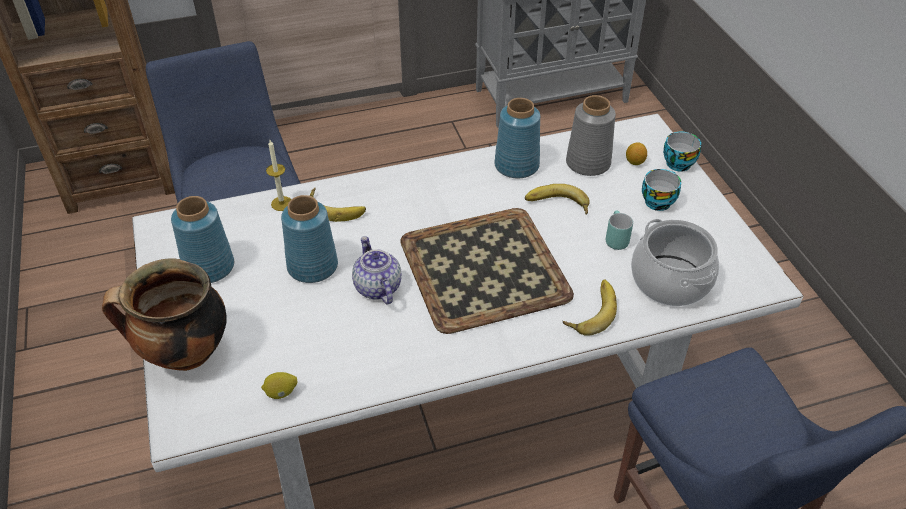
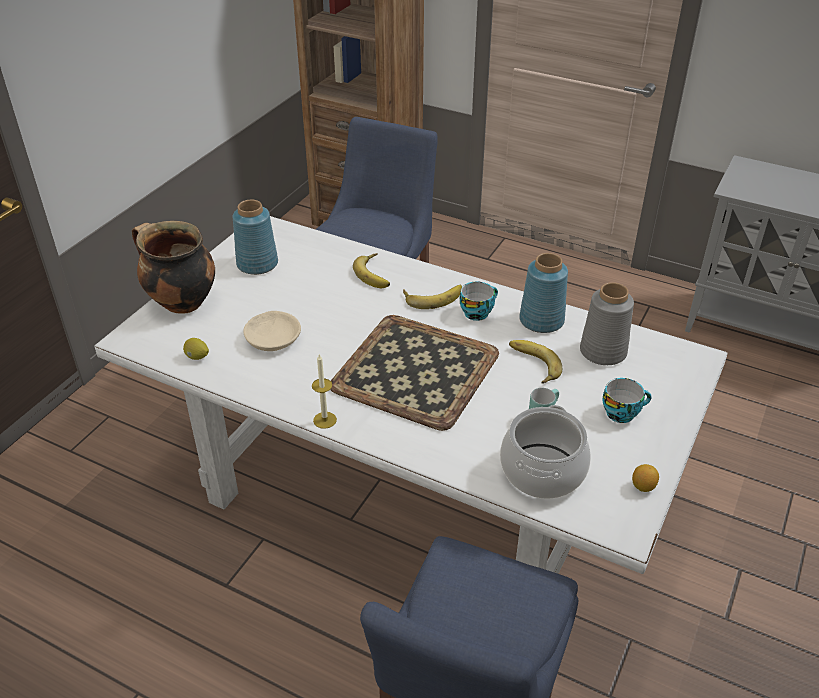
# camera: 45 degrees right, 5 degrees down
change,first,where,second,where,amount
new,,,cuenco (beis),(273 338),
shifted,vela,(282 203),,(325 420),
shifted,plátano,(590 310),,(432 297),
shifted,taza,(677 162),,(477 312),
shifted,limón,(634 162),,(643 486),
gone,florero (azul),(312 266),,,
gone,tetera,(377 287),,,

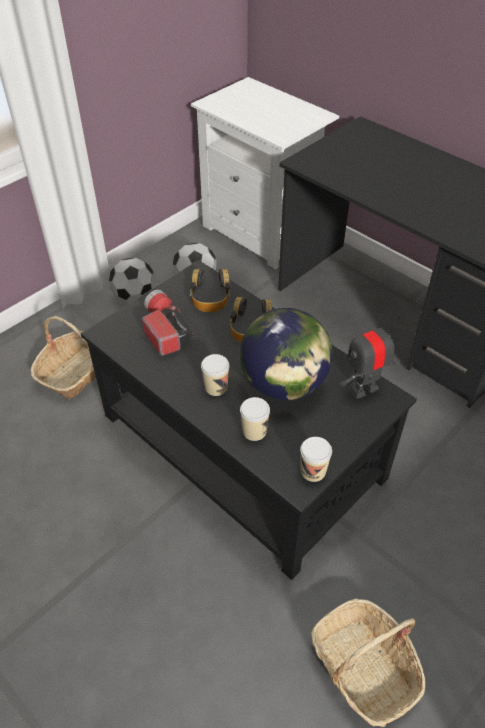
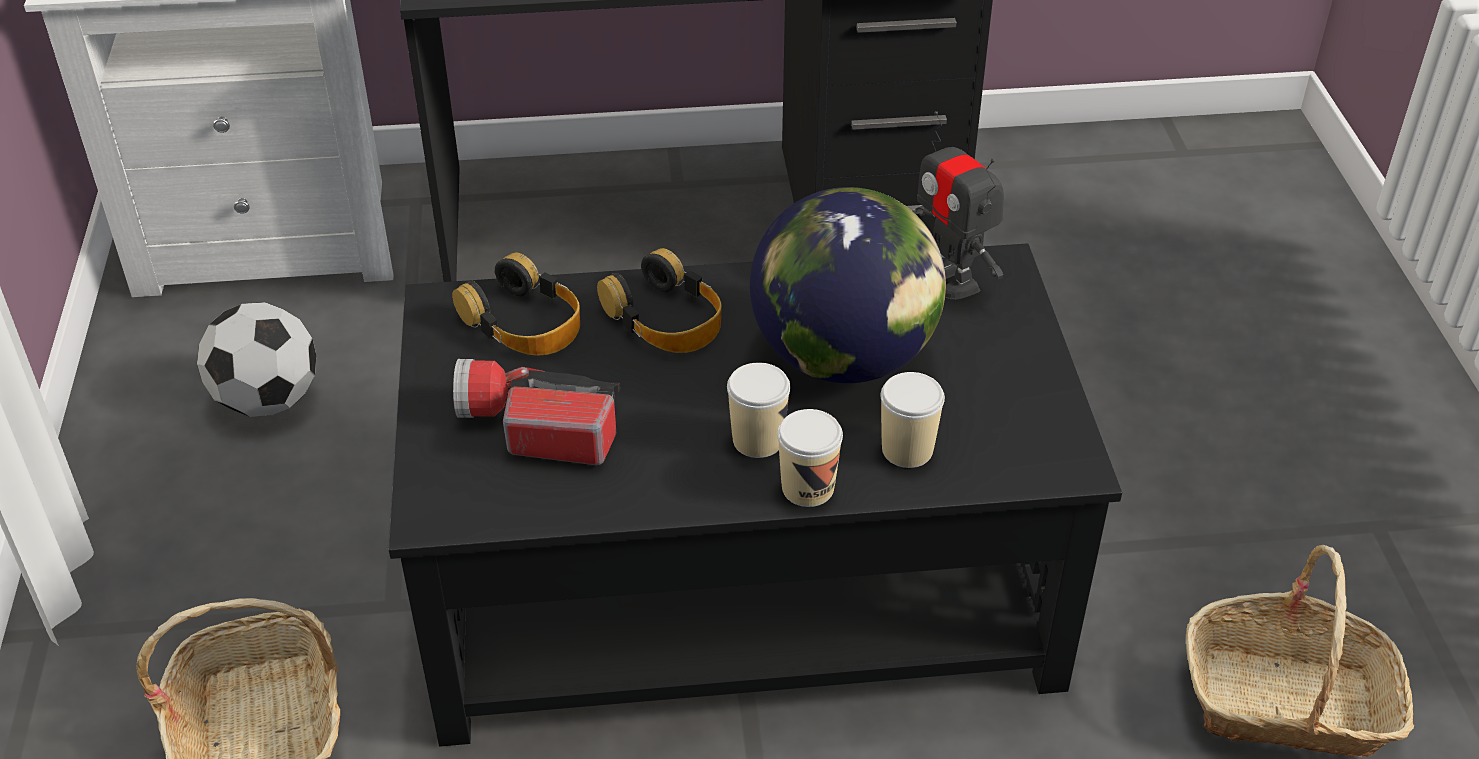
# camera: 50 degrees left, 5 degrees down
change,first,where,second,where,amount
shifted,taza,(313 471),,(807 488),
rotated,robot de juguete,(363 389),,(951 281),45 degrees counterclockwise
gone,balón de fútbol,(134 297),,,

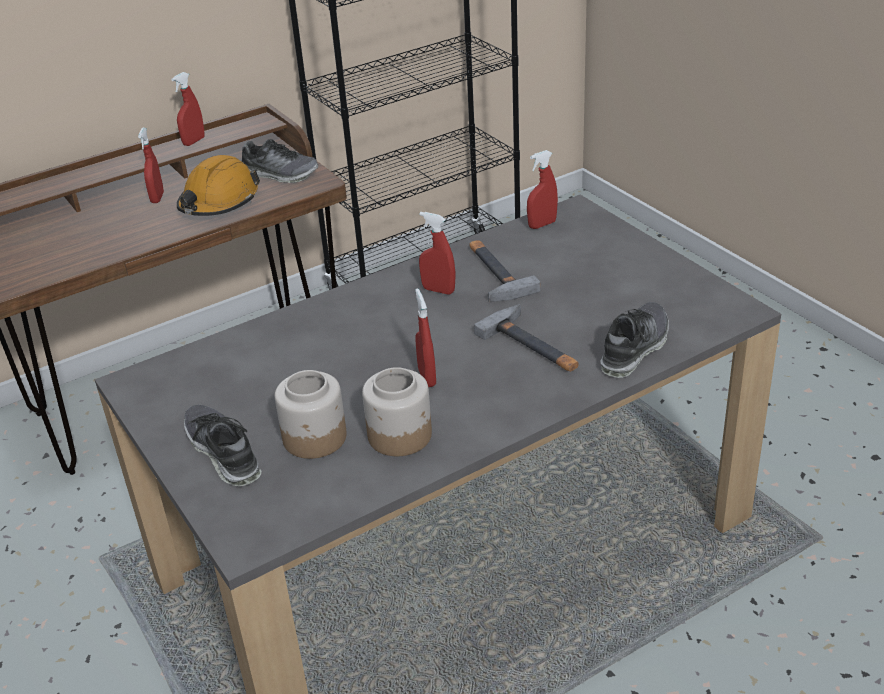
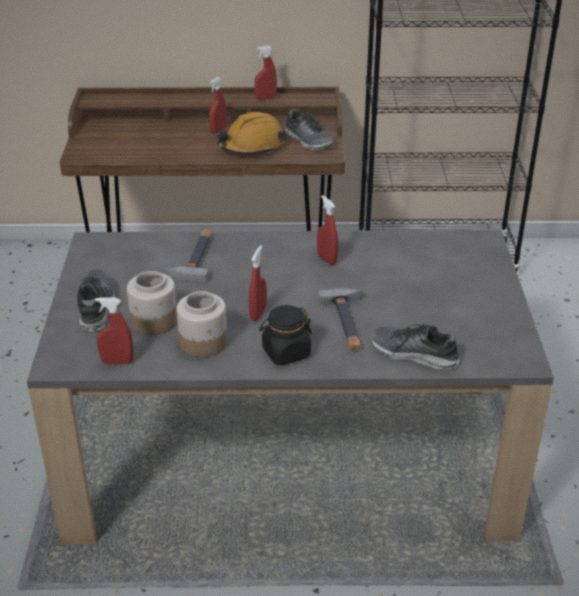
# camera: 30 degrees right, 0 degrees up
change,first,where,second,where,amount
shifted,pulverizador (rojo),(542 224),,(117 362),
shifted,martillo,(493 273),,(195 257),
new,,,tarro (negro),(286 352),
rotated,zapato,(634 349),,(414 354),135 degrees counterclockwise

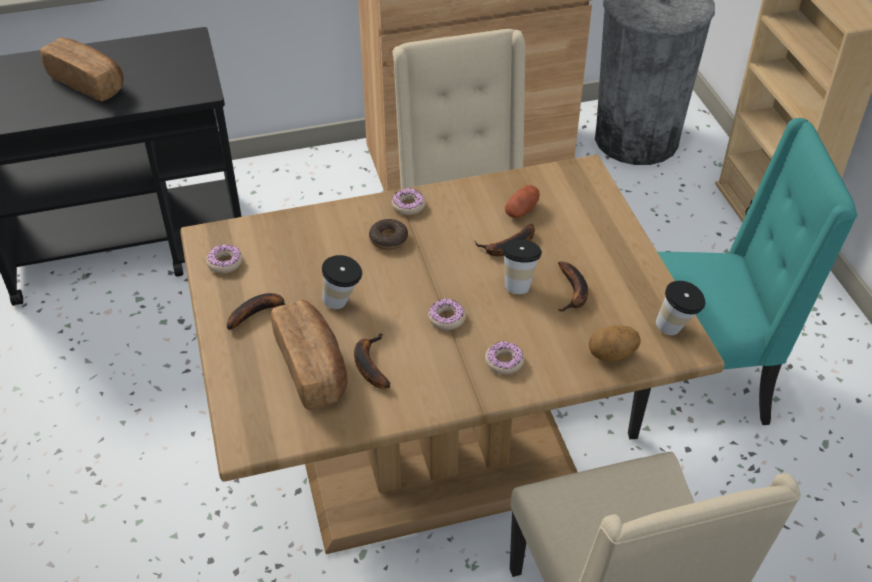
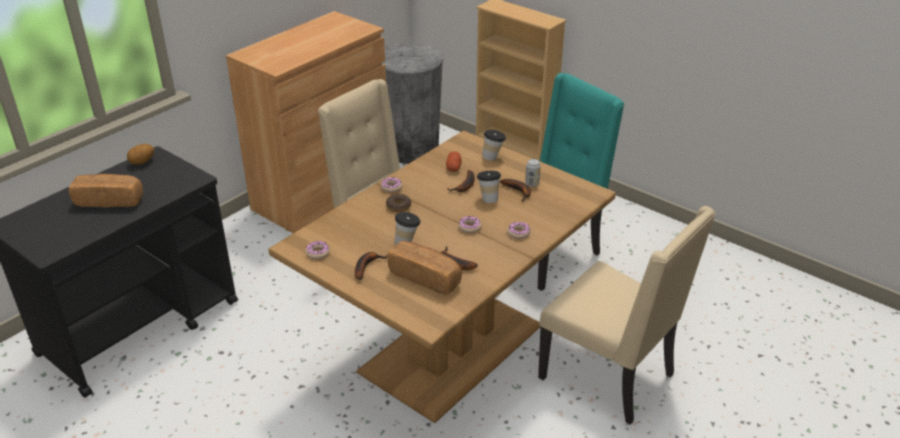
# camera: 35 degrees left, 10 degrees down
change,first,where,second,where,amount
shifted,patata,(612 355),,(142 162),
shifted,taza,(676 328),,(493 157),
new,,,lata,(532 183),

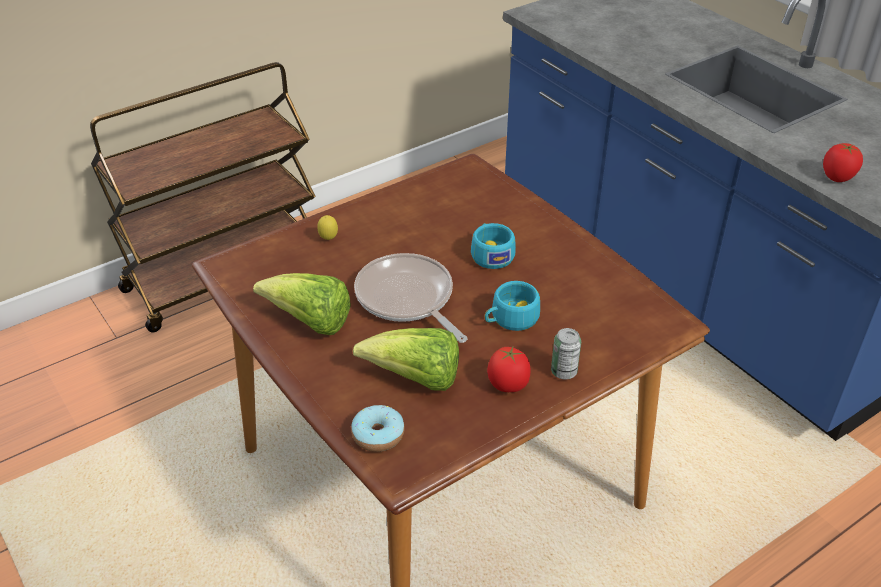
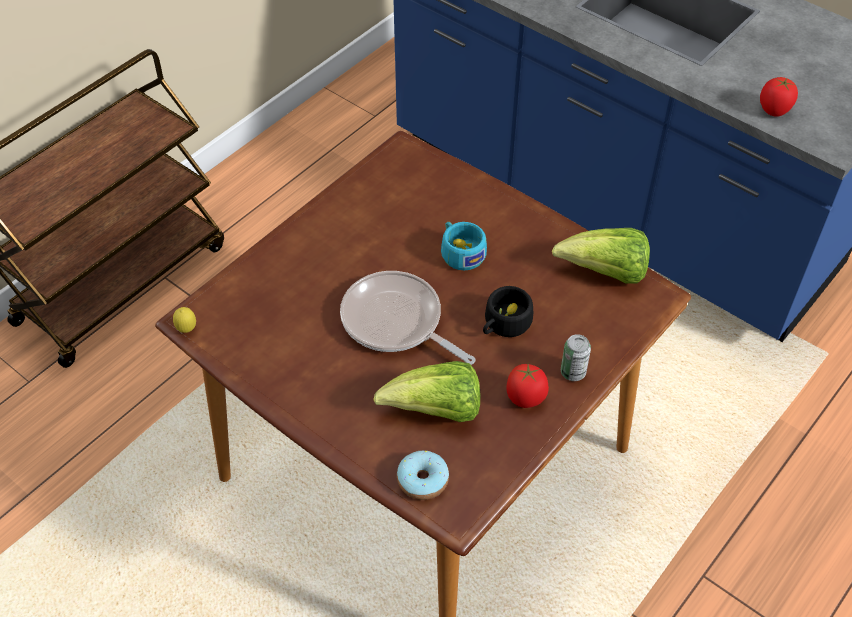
# camera: 15 degrees left, 10 degrees up
change,first,where,second,where,amount
shifted,limón,(328 239),,(187 330),
repainted,taza (turquesa),(510 319),taza (negro),(504 324),
shifted,lechuga,(310 322),,(605 273),

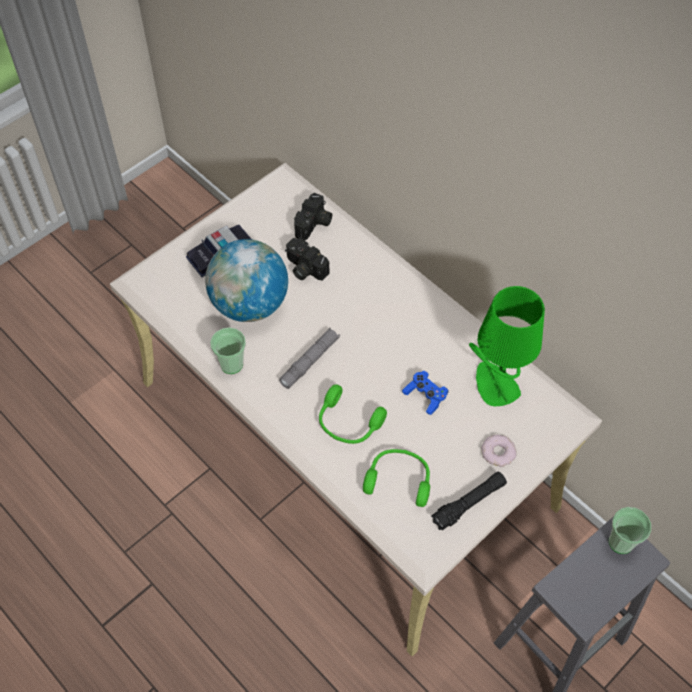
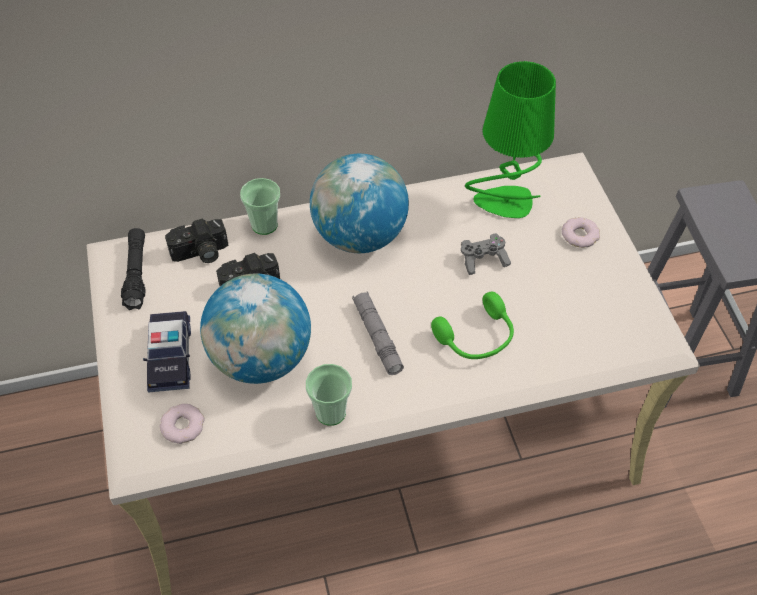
# camera: 60 degrees left, 5 degrees down
change,first,where,second,where,amount
shifted,linterna (negro),(469 503),,(136 274),
new,,,rosquilla,(183 426),
rotated,cámara,(314 225),,(200 253),105 degrees clockwise
shifted,taza,(621 542),,(264 225),
new,,,globo terráqueo,(359 236),
repainted,mando de consola (azul),(425 396),mando de consola (gris),(483 260),
gone,auriculares (verde),(399 479),,,

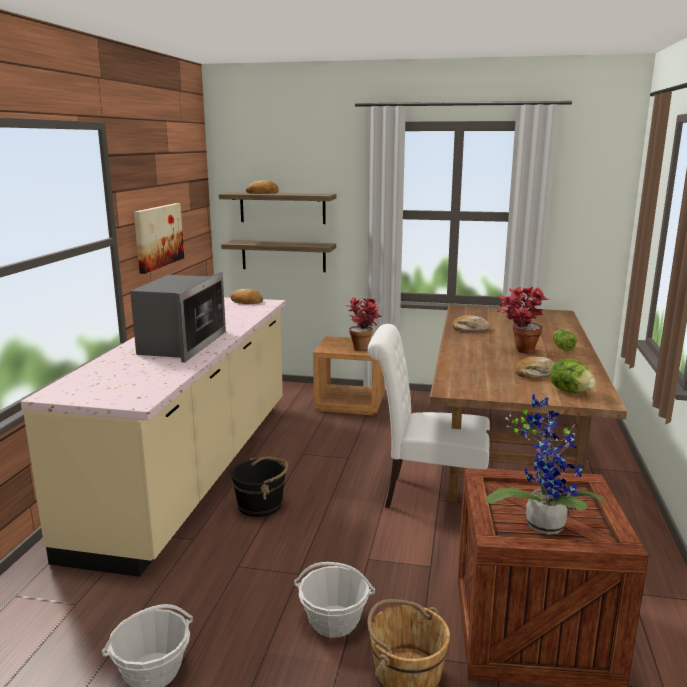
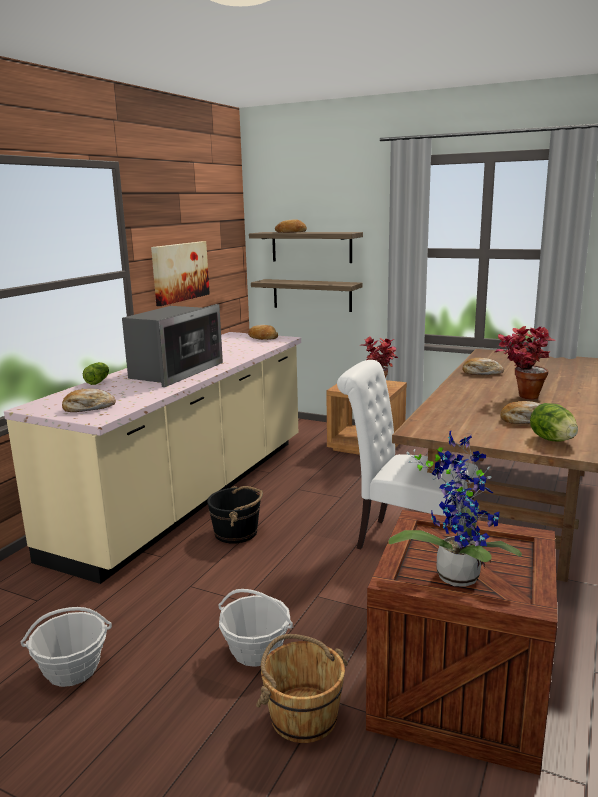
# camera: 15 degrees right, 0 degrees up
change,first,where,second,where,amount
new,,,pan,(88 408),
shifted,lechuga,(562 347),,(98 381),

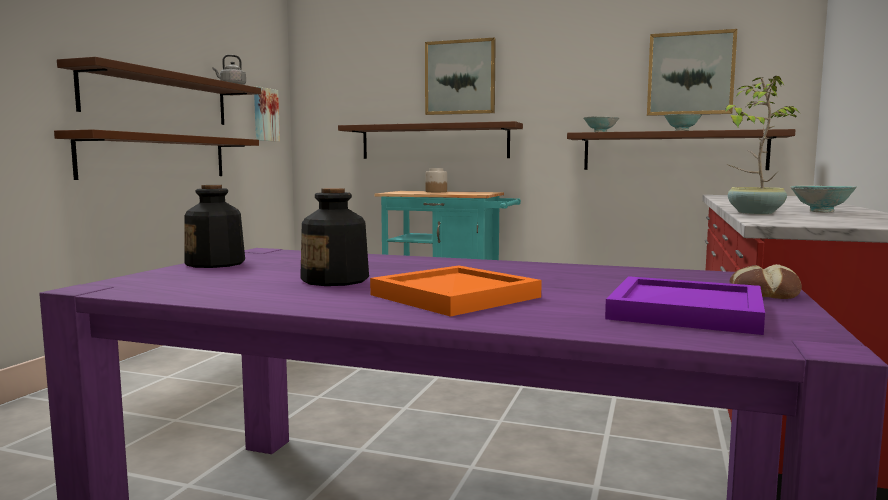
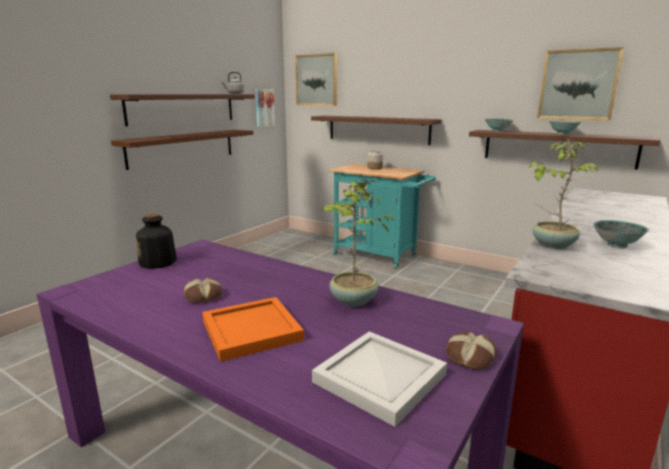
# camera: 15 degrees right, 10 degrees up
change,first,where,second,where,amount
swapped,botella,(336 280),pan,(203 296),
shifted,cuadro,(460 77),,(317 80),
repainted,bandeja (morado),(688 311),bandeja (blanco),(382 378),
new,,,planta en maceta,(353 301),

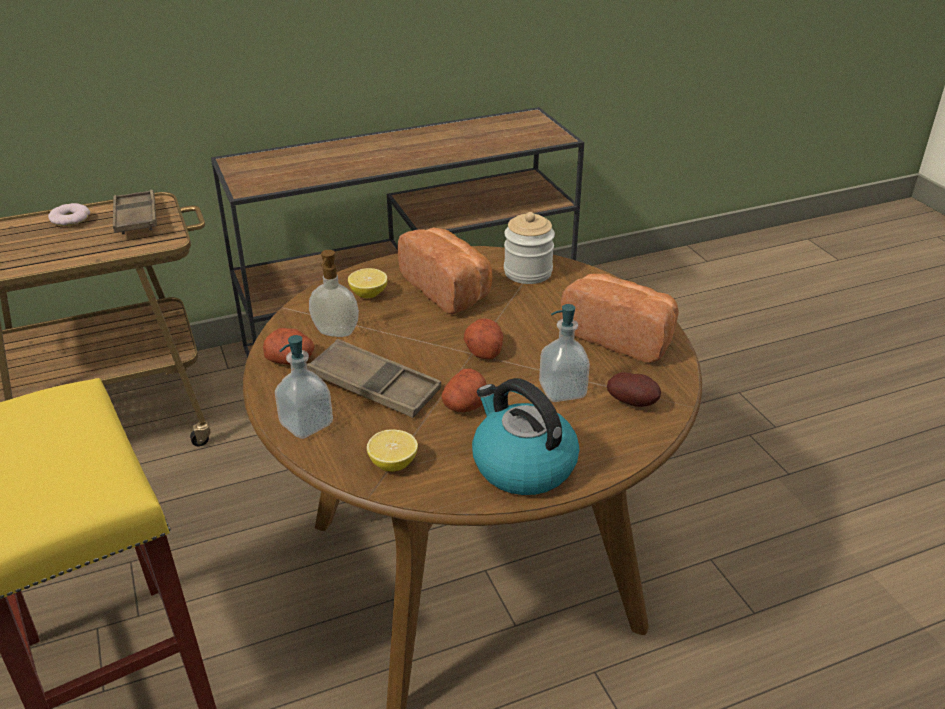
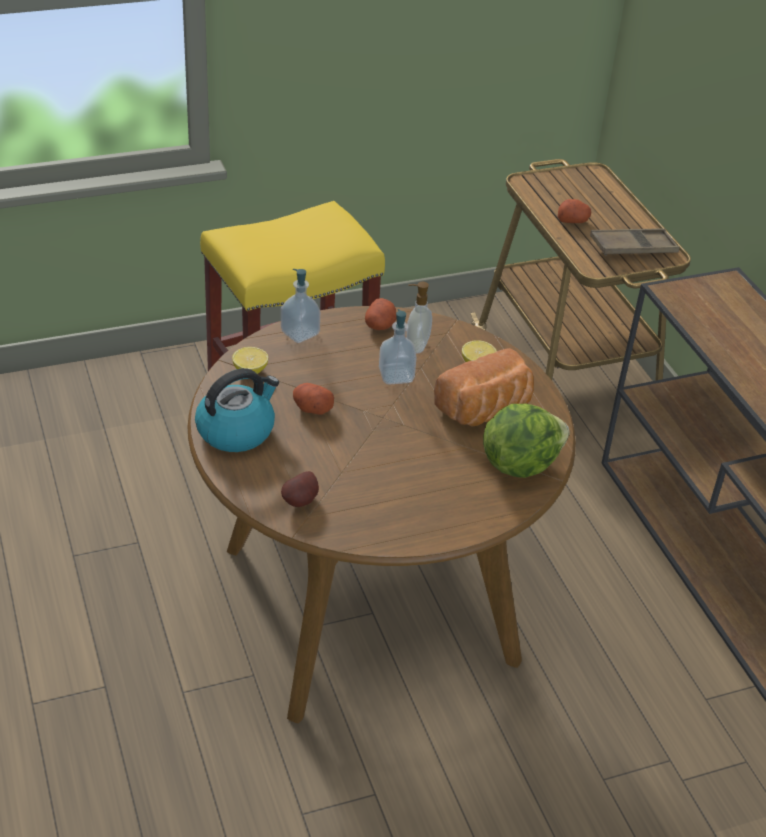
# camera: 90 degrees right, 5 degrees up
change,first,where,second,where,amount
shifted,dispensador de jabón,(562 390),,(396 376),
swapped,tarro,(528 272),lechuga,(519 463),
shifted,patata,(483 350),,(573 220),
gone,rosquilla,(70 219),,,
gone,bandeja (marrón),(374 386),,,
gone,pan,(621 336),,,

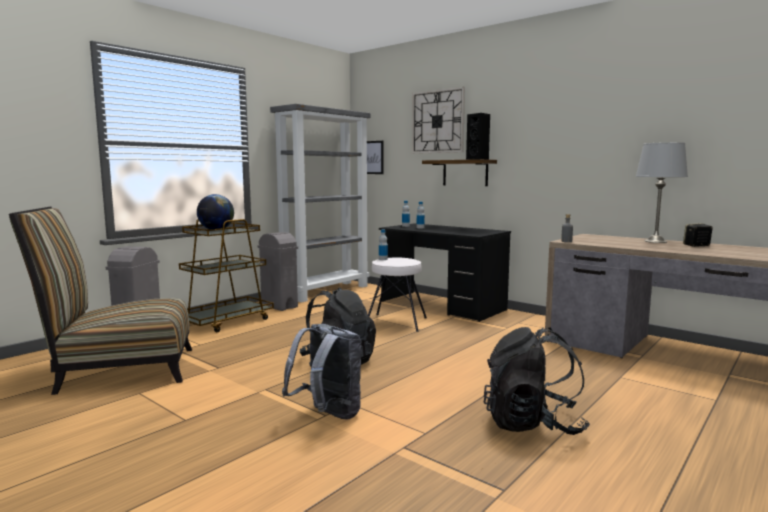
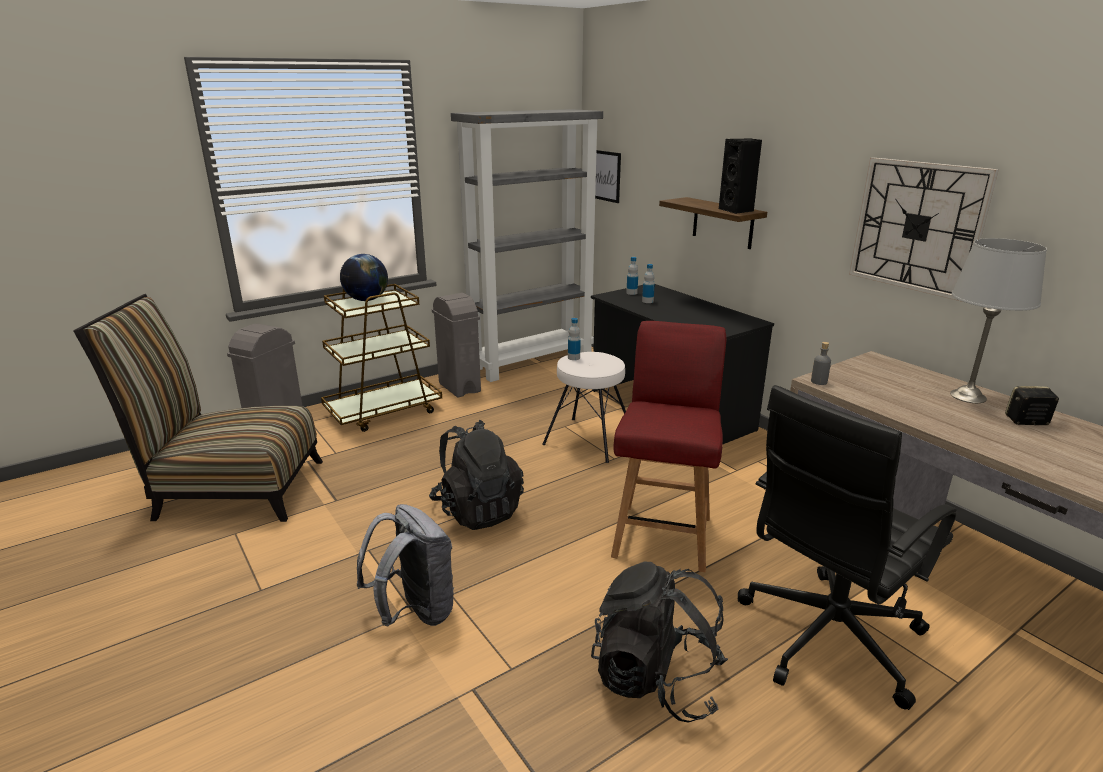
# camera: 15 degrees right, 15 degrees up
change,first,where,second,where,amount
new,,,silla (rojo),(663 535),
new,,,silla de oficina (negro),(826 639),
shifted,reloj de pared,(437 121),,(917 226),

